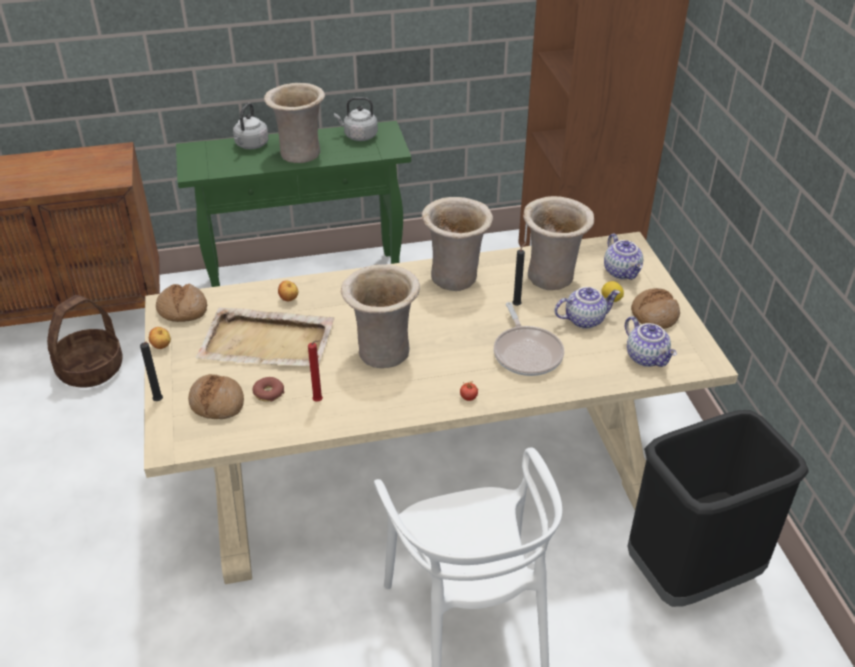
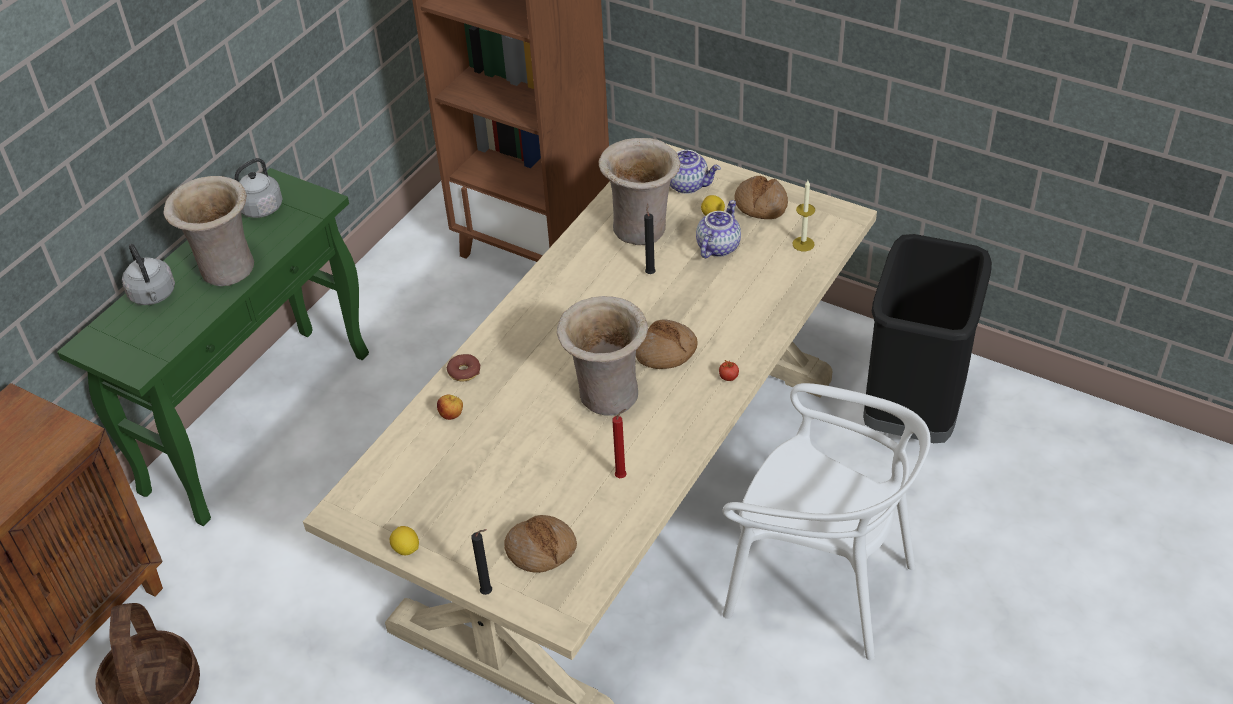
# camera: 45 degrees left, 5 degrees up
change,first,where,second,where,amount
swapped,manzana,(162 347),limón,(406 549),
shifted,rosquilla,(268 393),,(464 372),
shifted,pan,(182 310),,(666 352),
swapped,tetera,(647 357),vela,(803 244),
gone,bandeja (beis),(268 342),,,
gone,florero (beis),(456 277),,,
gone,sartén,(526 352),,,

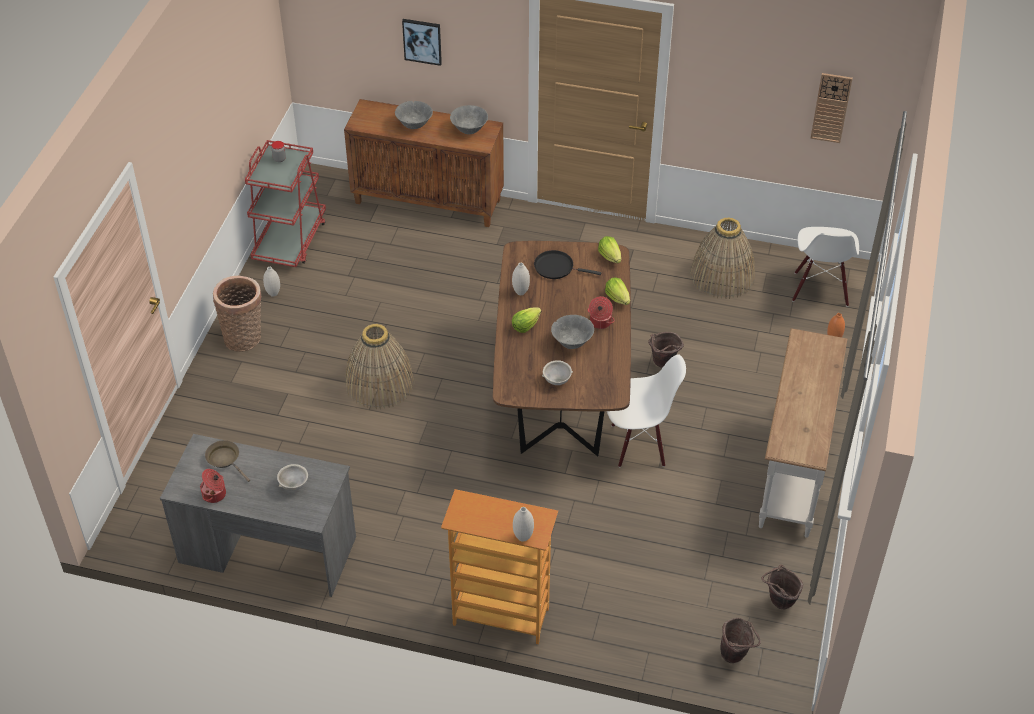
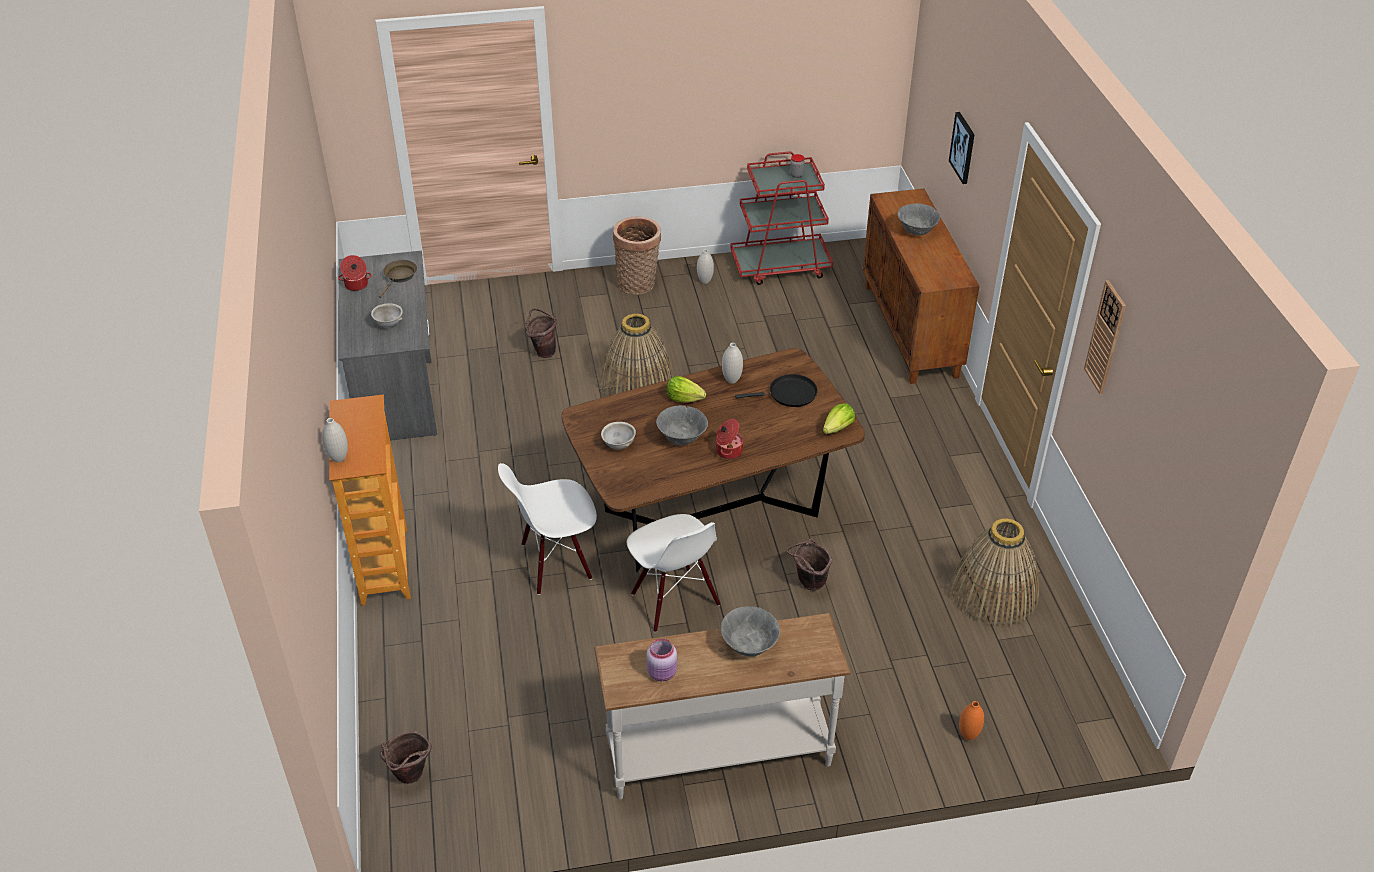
# camera: 65 degrees right, 5 degrees down
change,first,where,second,where,amount
shifted,silla (blanco),(820 289),,(555 563),
shifted,cubo (marrón),(778 603),,(543 351),
new,,,tarro (rosa),(662 673),
shifted,cuenco (gris),(469 130),,(749 647),
rotated,sartén (negro),(556 267),,(789 394),90 degrees clockwise
shifted,reloj de pared,(831 107),,(1105 338),
gone,lechuga,(617 298),,,

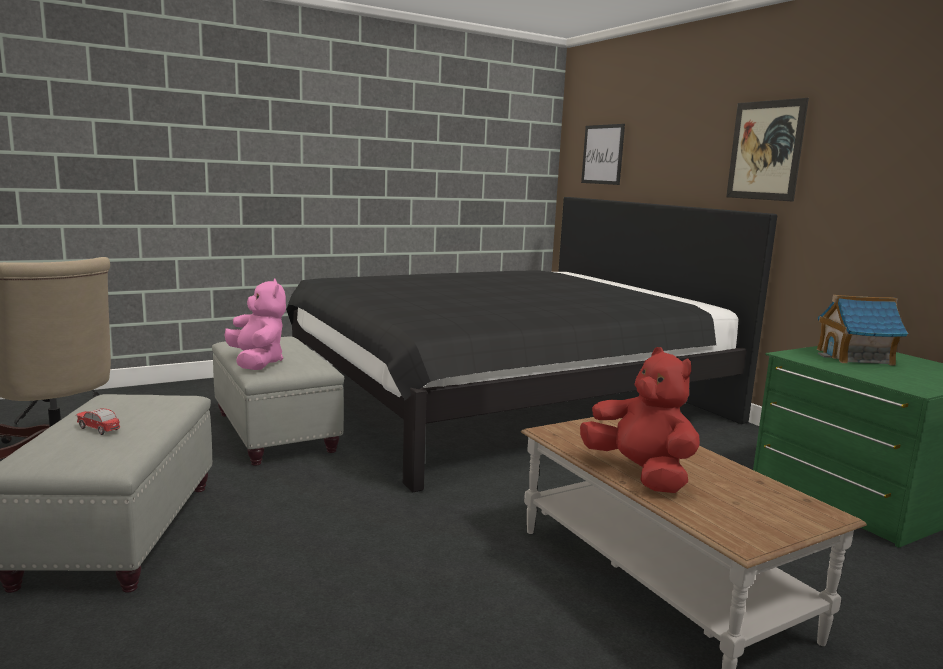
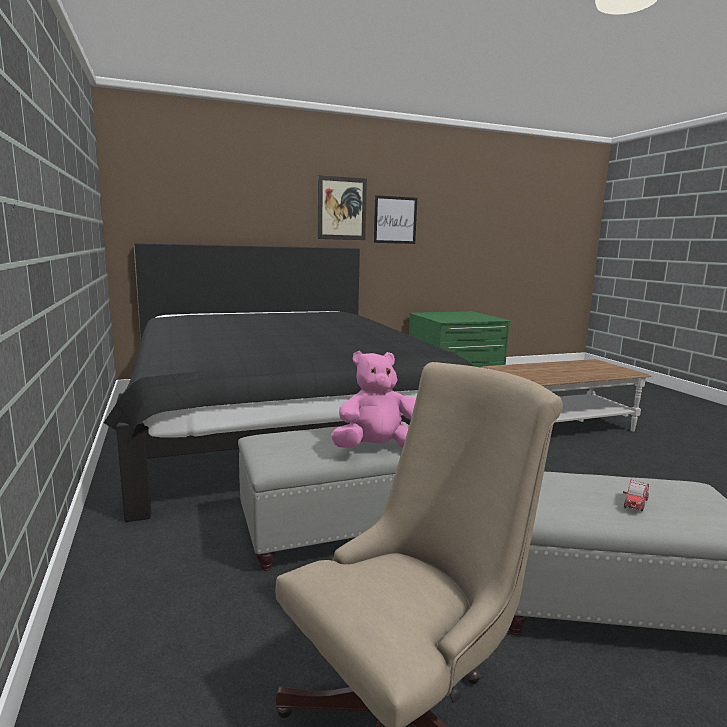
# camera: 80 degrees left, 0 degrees up
change,first,where,second,where,amount
shifted,cuadro,(602 154),,(395 220),
gone,peluche (rojo),(640 474),,,
gone,casita,(855 357),,,

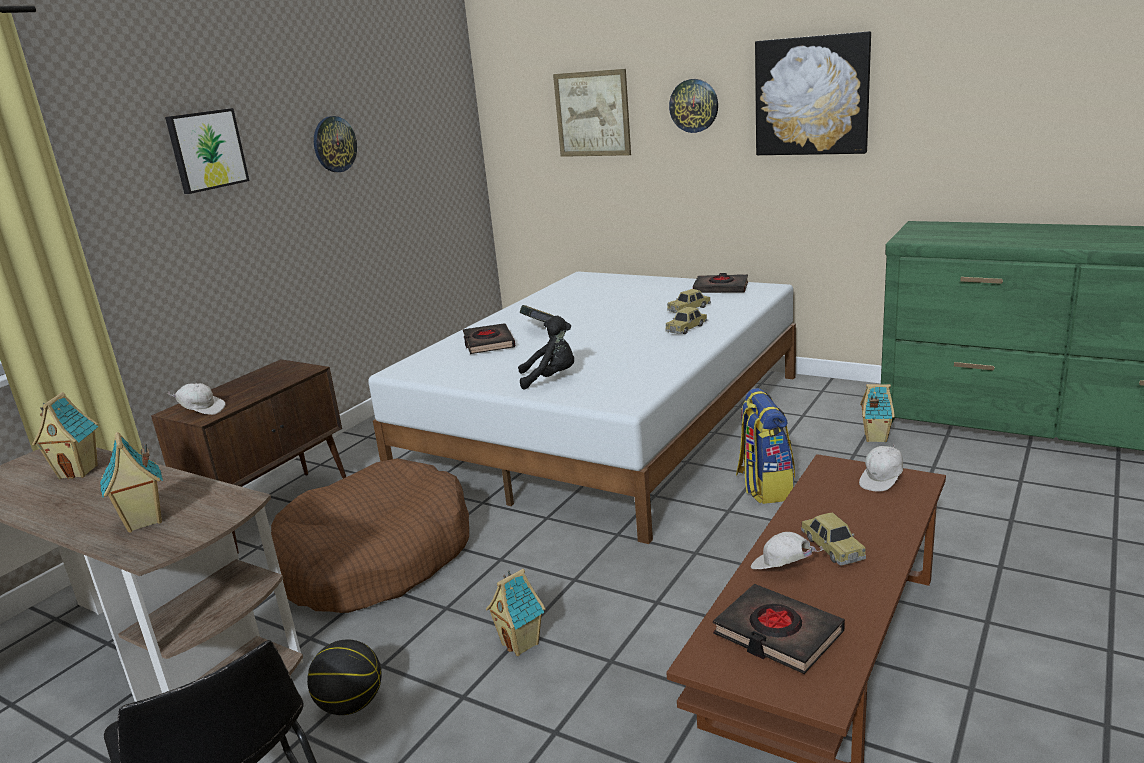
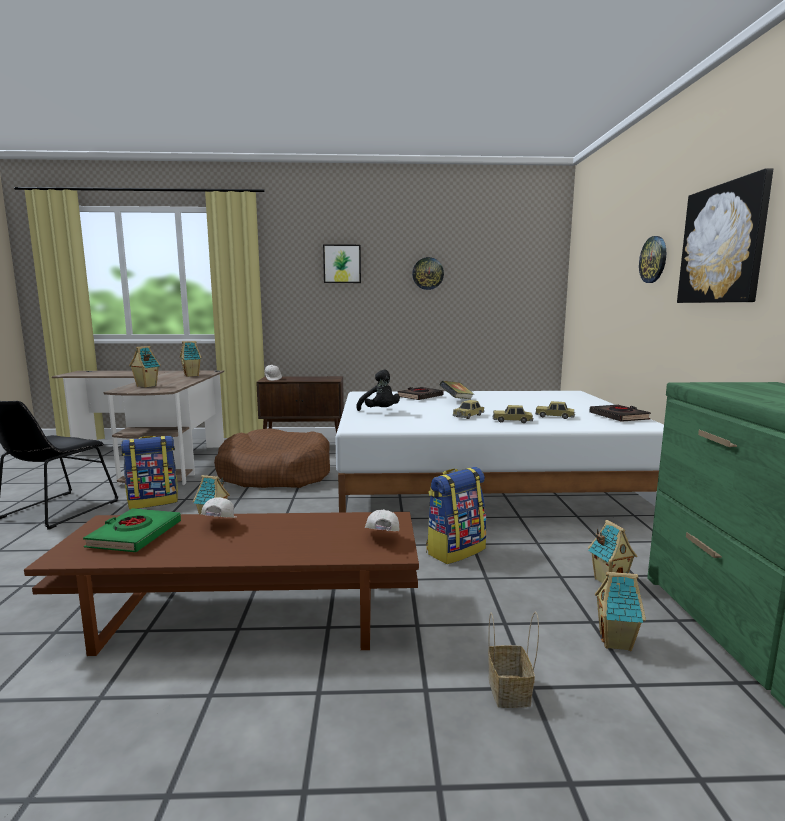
# camera: 55 degrees right, 10 degrees down
change,first,where,second,where,amount
repainted,libro (negro),(777 634),libro (verde),(134 535),
swapped,balón de baloncesto,(351 704),mochila,(153 501),
rotated,gorra (blanco),(882 480),,(381 539),75 degrees clockwise
shifted,coche de juguete,(832 547),,(468 416),
new,,,cesta,(510 692),
new,,,casita,(616 642),
gone,cuadro,(592 114),,,

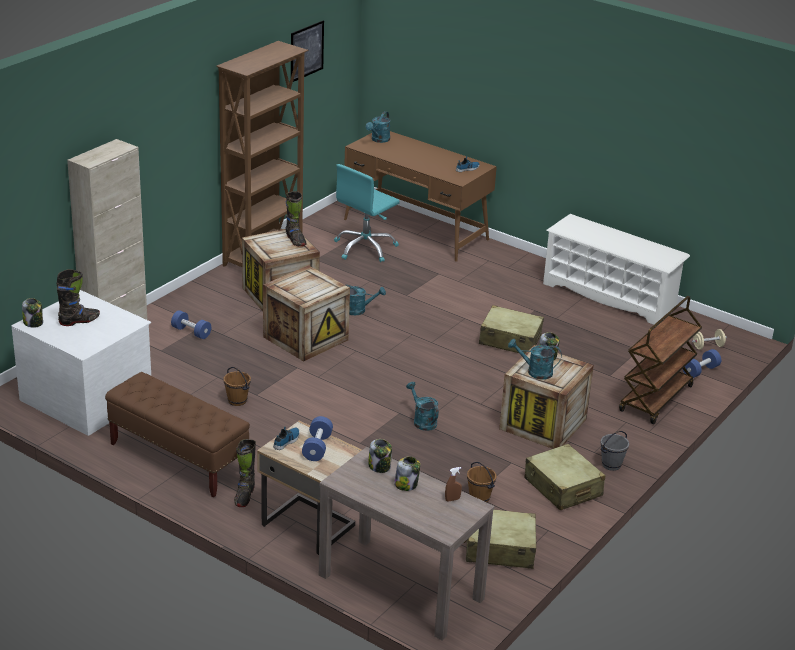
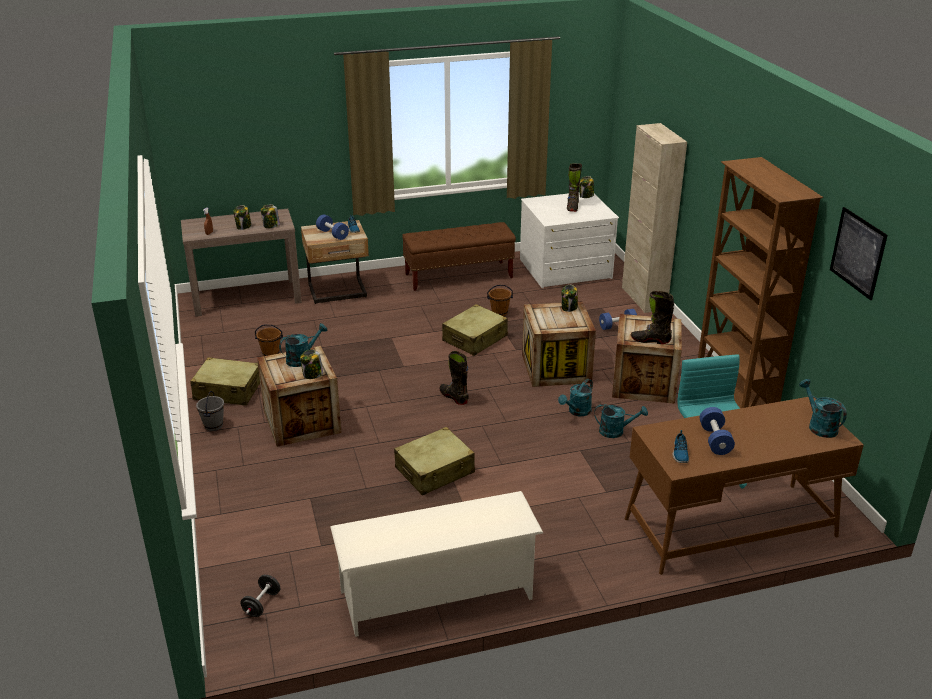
# camera: 130 degrees right, 0 degrees up
change,first,where,second,where,amount
repainted,mancuerna (beis),(708 346),mancuerna (negro),(261 604),
shifted,bota (negro),(244 496),,(454 397),
shifted,maleta (beis),(499 548),,(475 339),
new,,,tarro,(569 308),
shifted,regadera (turquesa),(422 421),,(616 431),
shifted,mancuerna (azul),(700 371),,(715 440),
gone,carrito (marrón),(656 399),,,

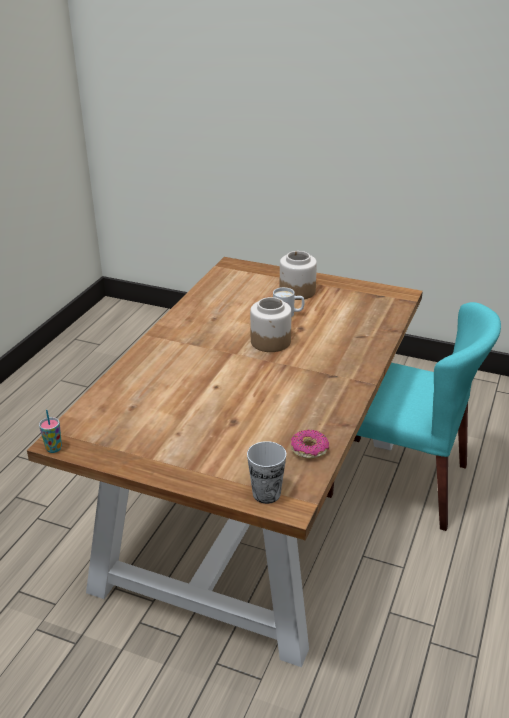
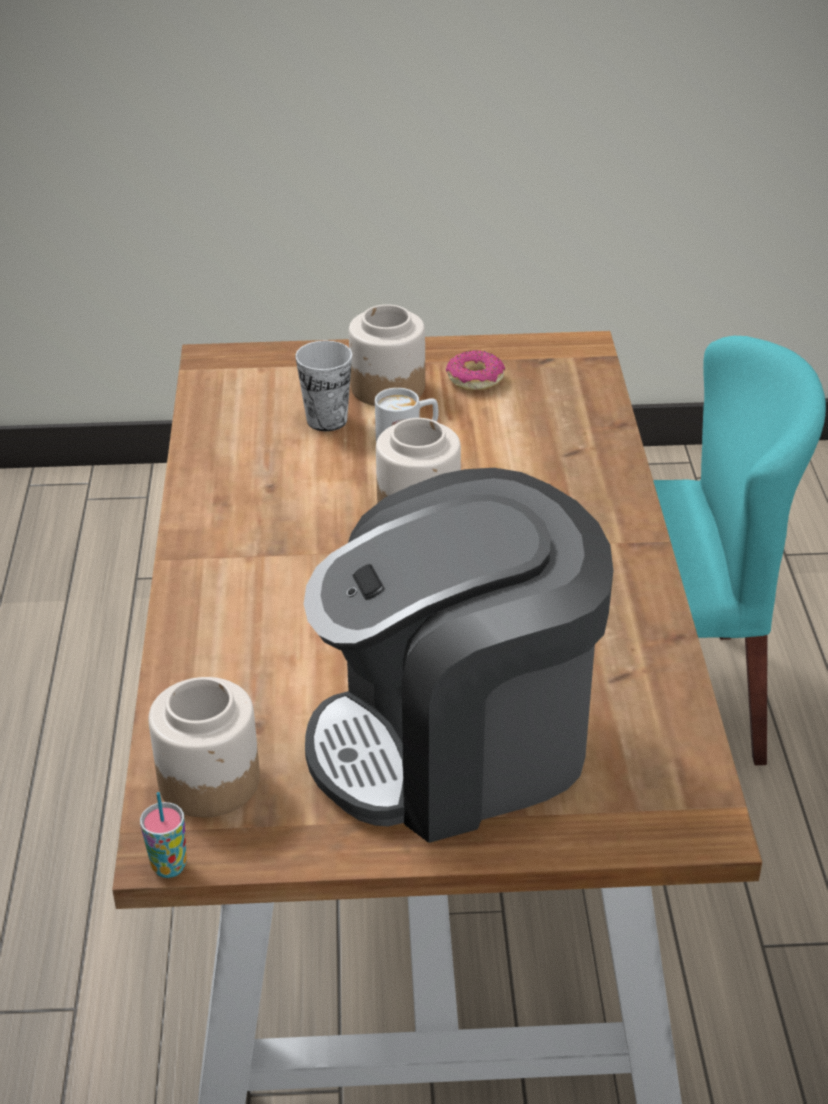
# camera: 25 degrees left, 5 degrees up
change,first,where,second,where,amount
new,,,tarro,(210 780),
shifted,taza,(266 494),,(327 420),
new,,,cafetera,(456 744),
shifted,rosquilla,(309 449),,(475 379),

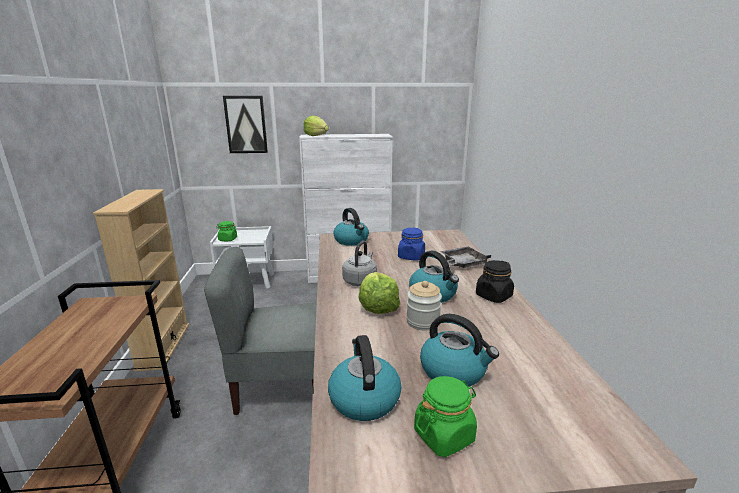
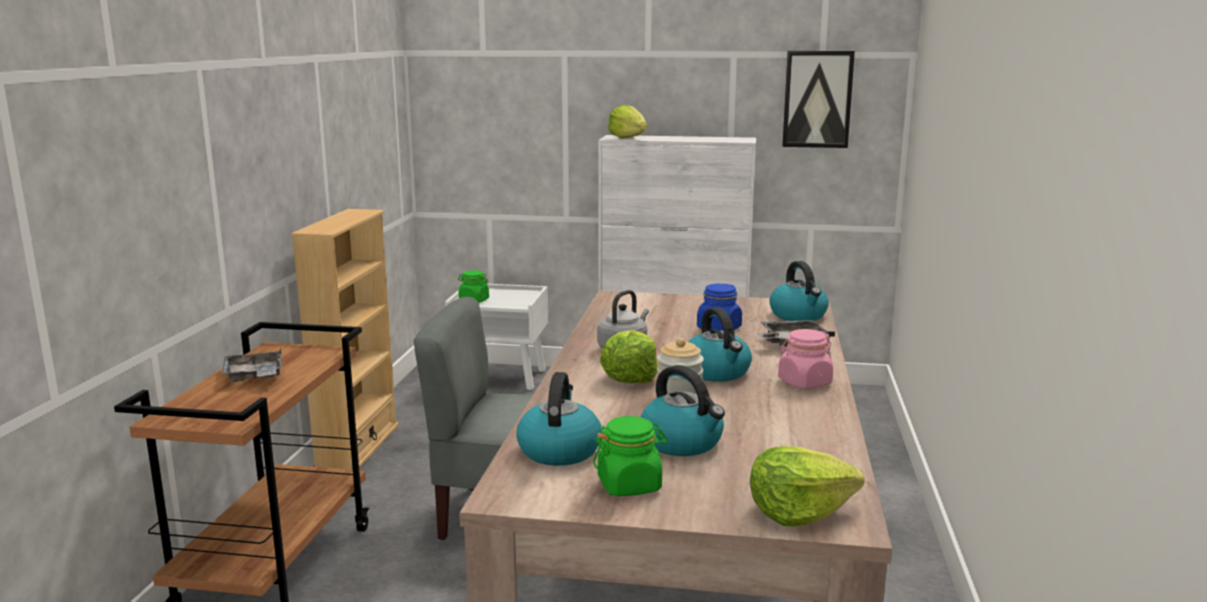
# camera: 15 degrees right, 5 degrees down
change,first,where,second,where,amount
new,,,bandeja (gris),(254 376),
new,,,lechuga,(798 512),
shifted,hervidor,(351 241),,(799 315),
repainted,tarro (negro),(493 296),tarro (rosa),(804 382),
shifted,cuadro,(246 124),,(817 99),

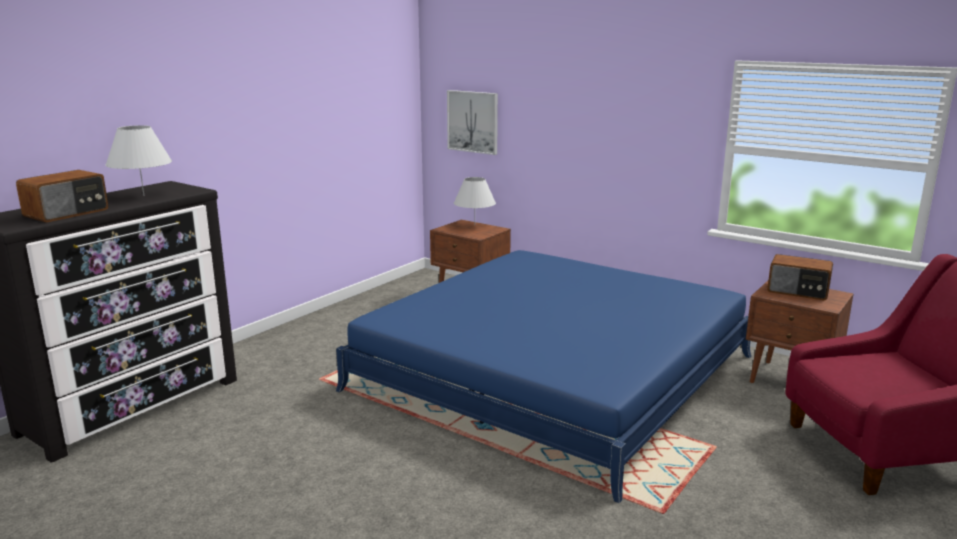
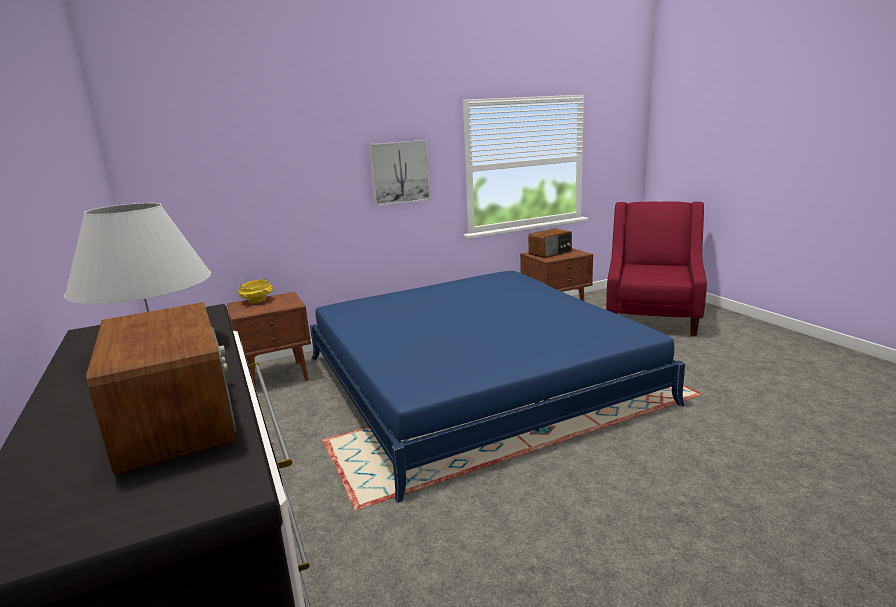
# camera: 60 degrees left, 0 degrees up
change,first,where,second,where,amount
swapped,lámpara de mesa (blanco),(474 225),cuenco (amarillo),(257 301),
shifted,cuadro,(473 121),,(400 172),

